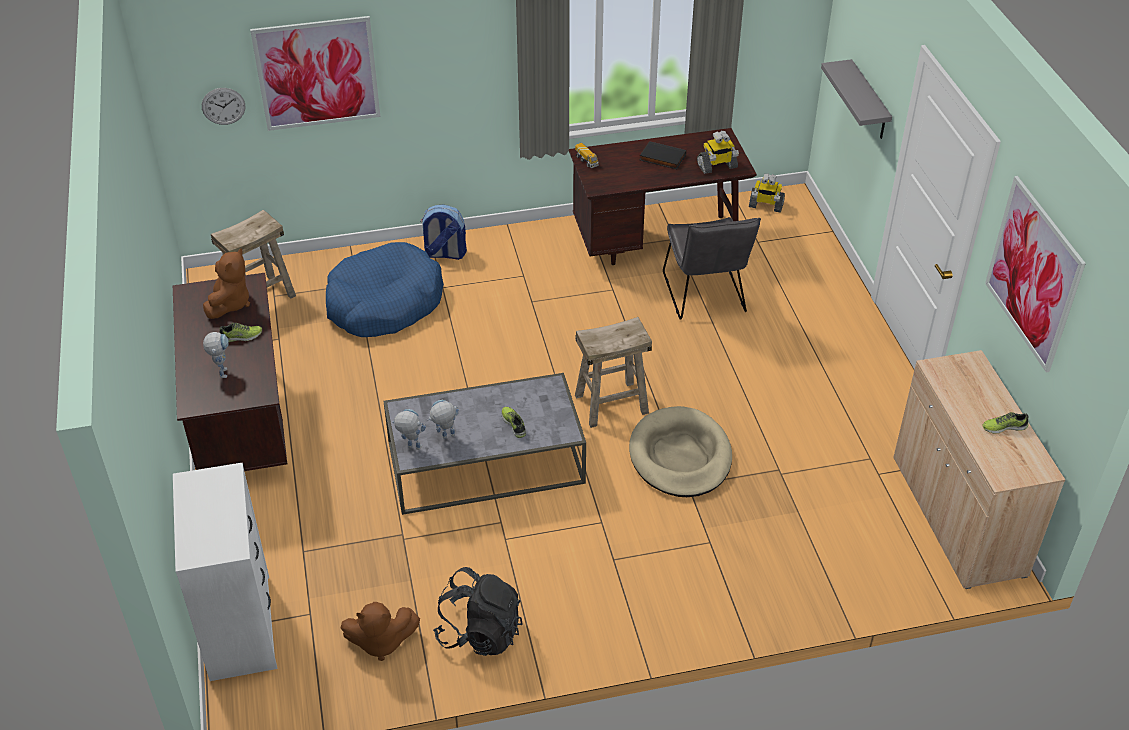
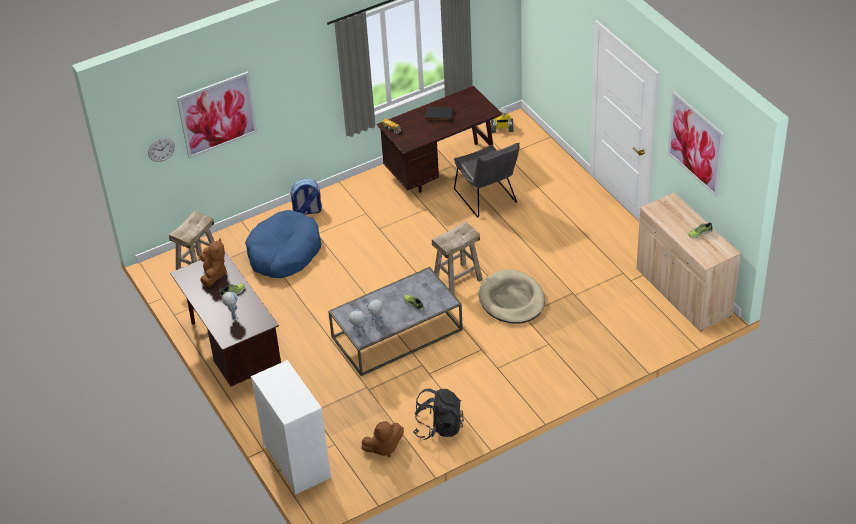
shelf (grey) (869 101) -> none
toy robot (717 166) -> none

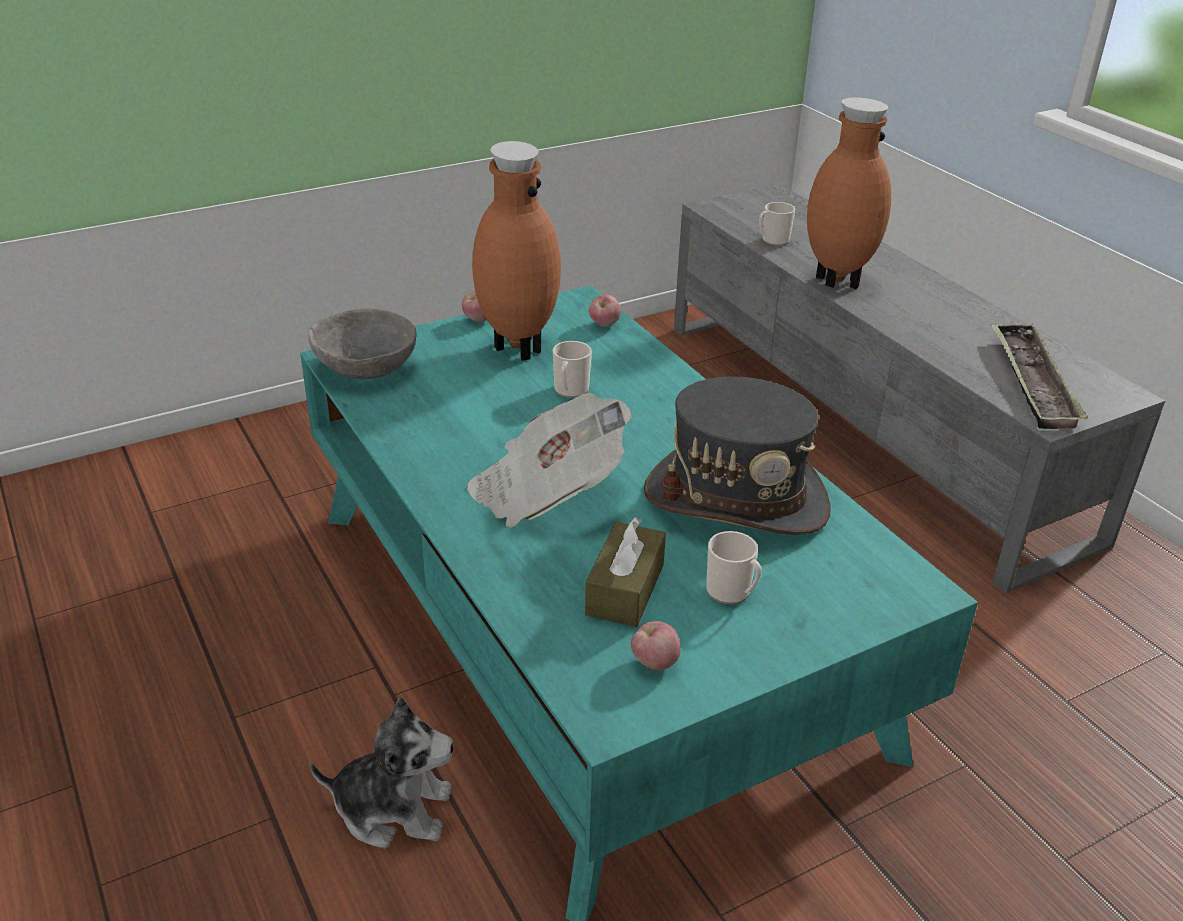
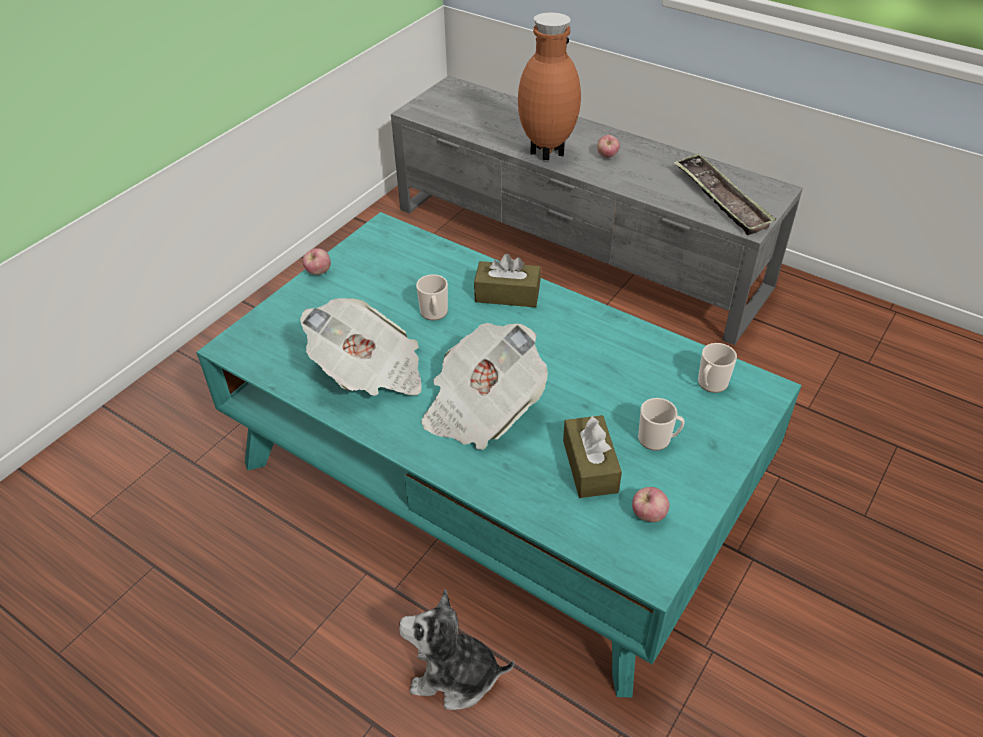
vase (brown) (516 348) -> none
mug (773 240) -> mug (710 384), moved
apple (604 325) -> apple (607 156), moved
bowl (grey) (365 367) -> none
hat (grey) (736 499) -> none
plush toy (393 809) -> plush toy (454 676), 150 degrees counterclockwise
none -> tissue box (brown) (507 294)
none -> newspaper (369 372)

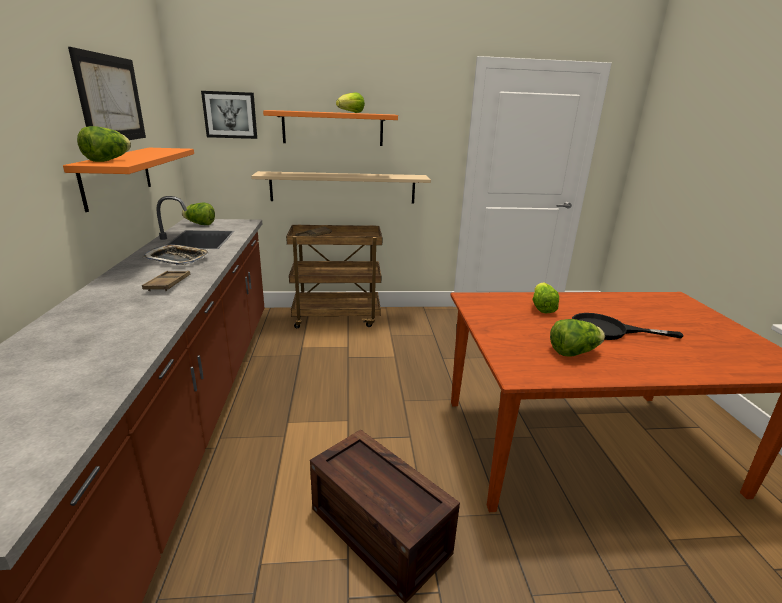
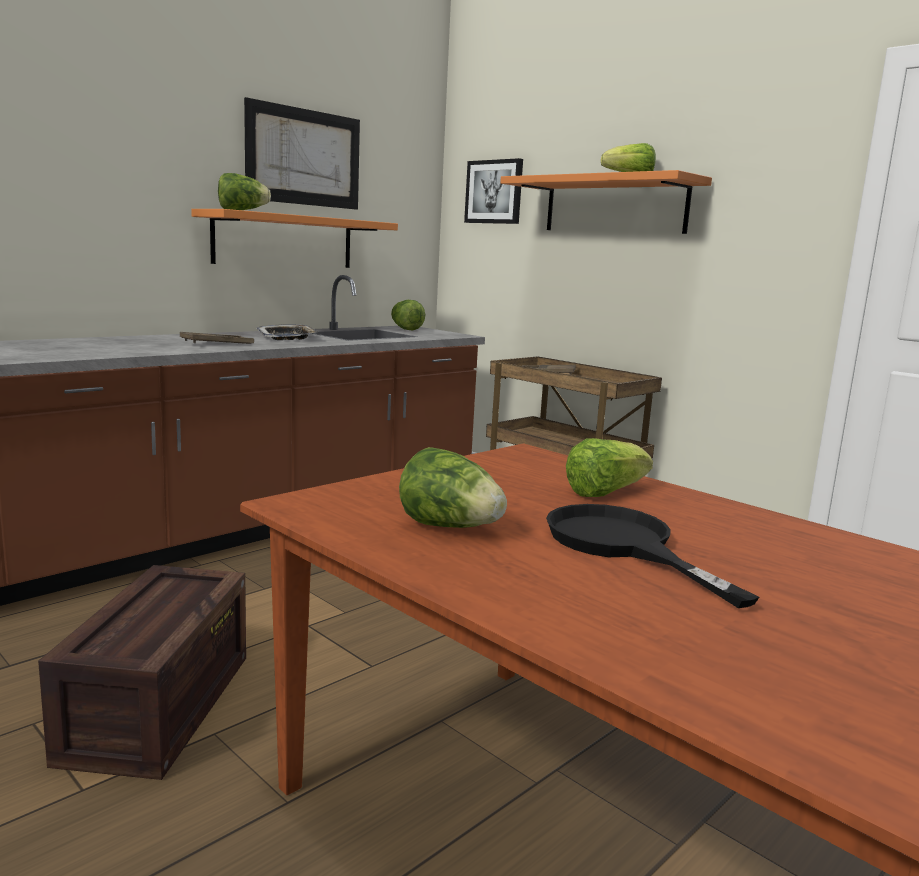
shelf (beige) (343 187) -> none

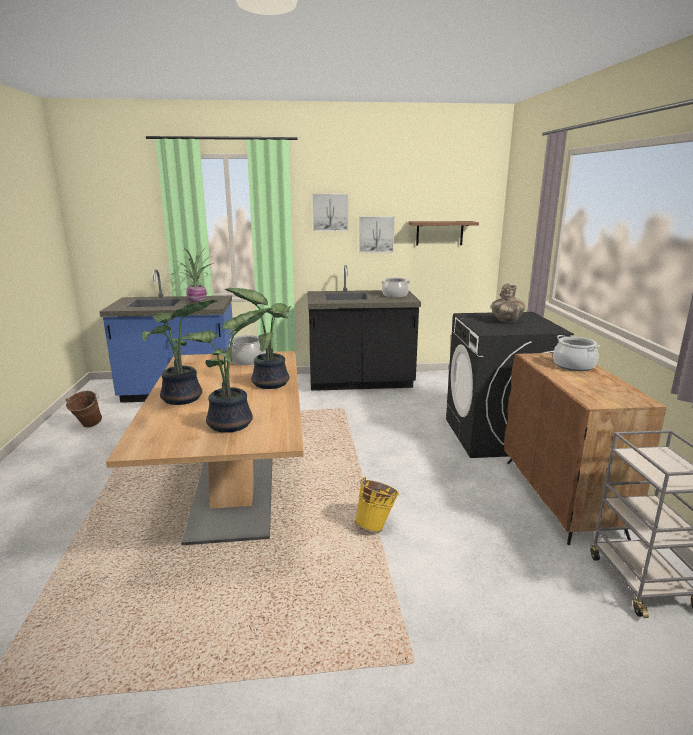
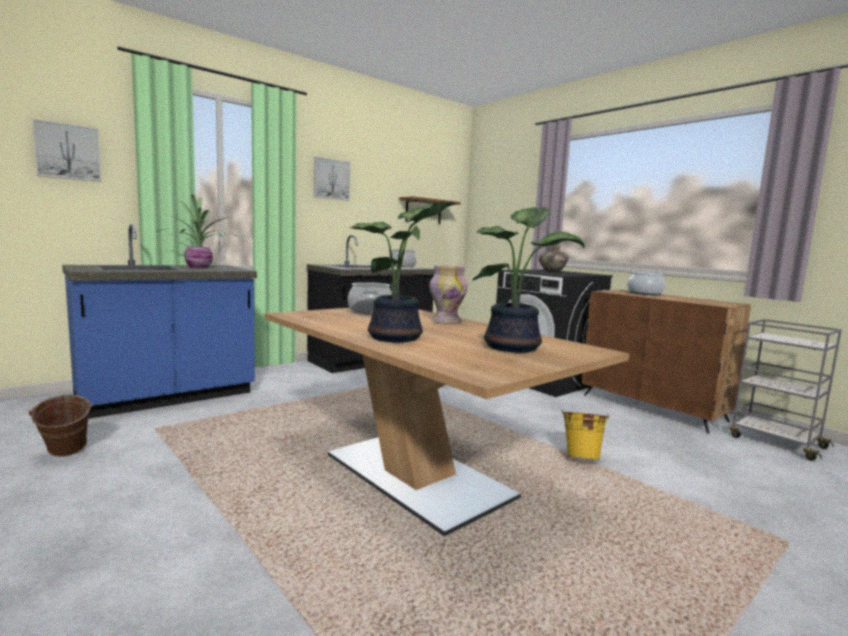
picture (376 234) -> picture (67 152), moved
potted plant (269 382) -> vase (446 321)

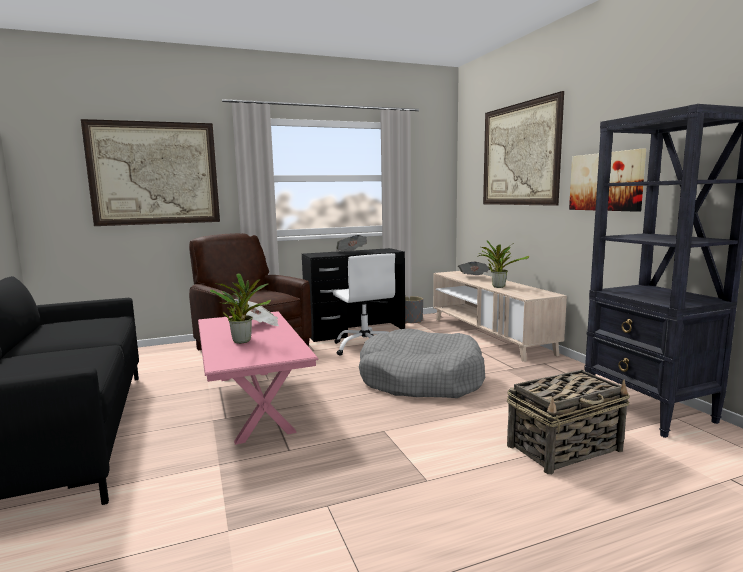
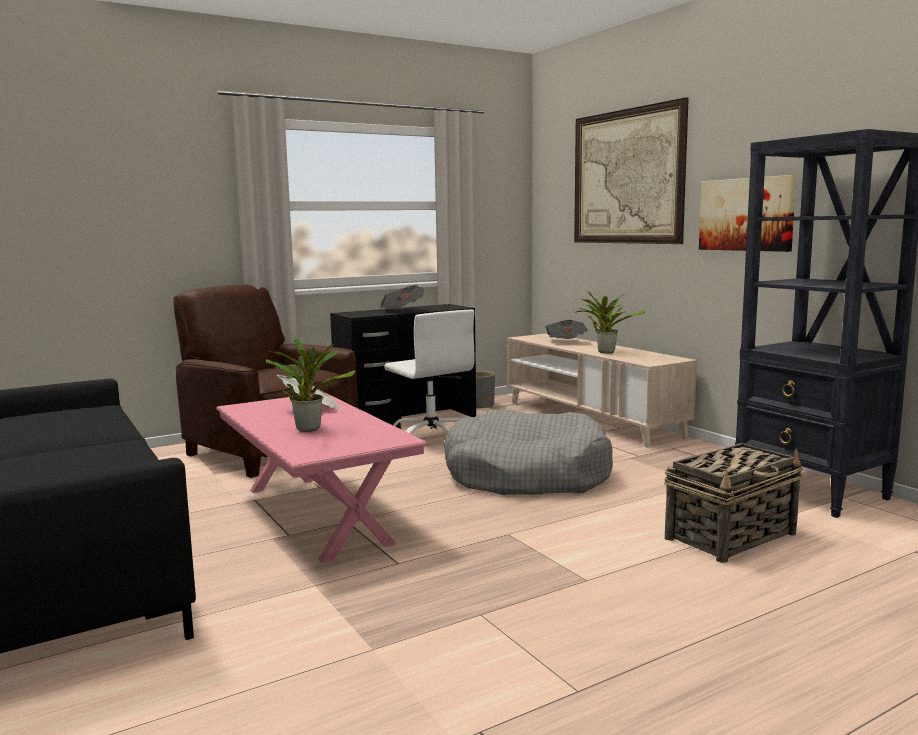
picture (154 173) -> none

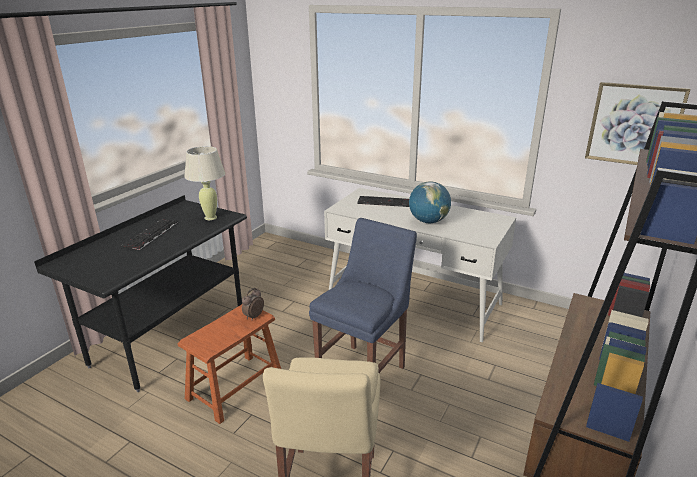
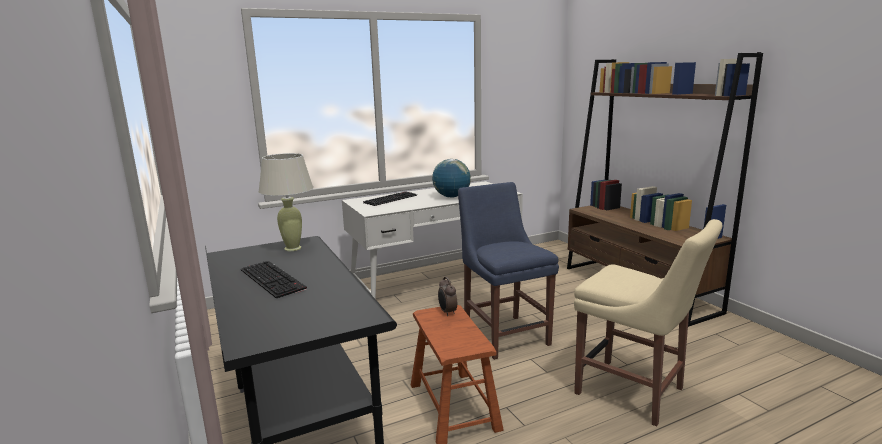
picture (634 125) -> none

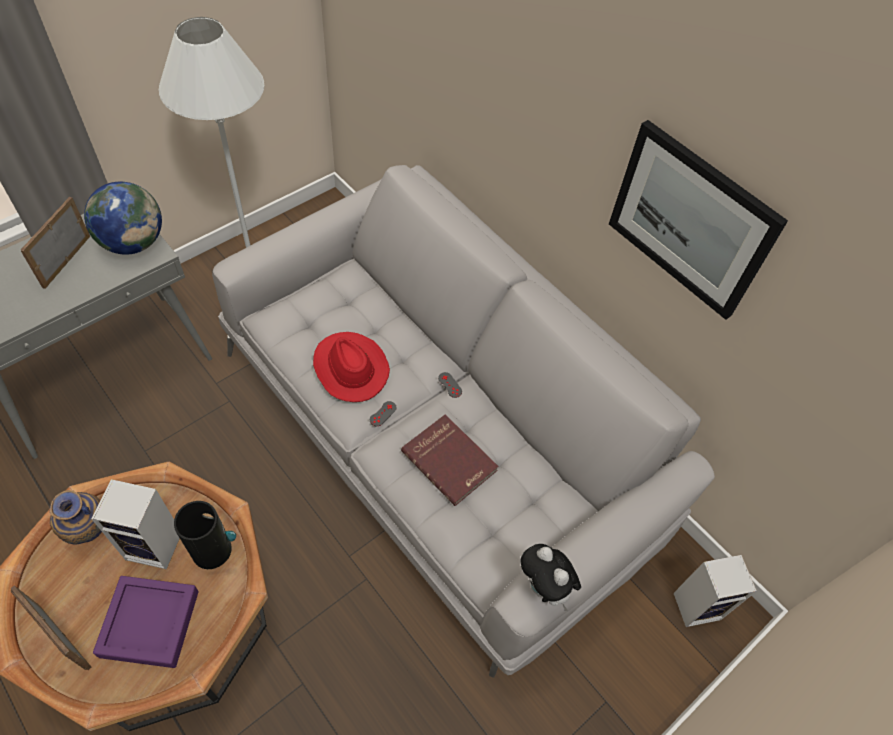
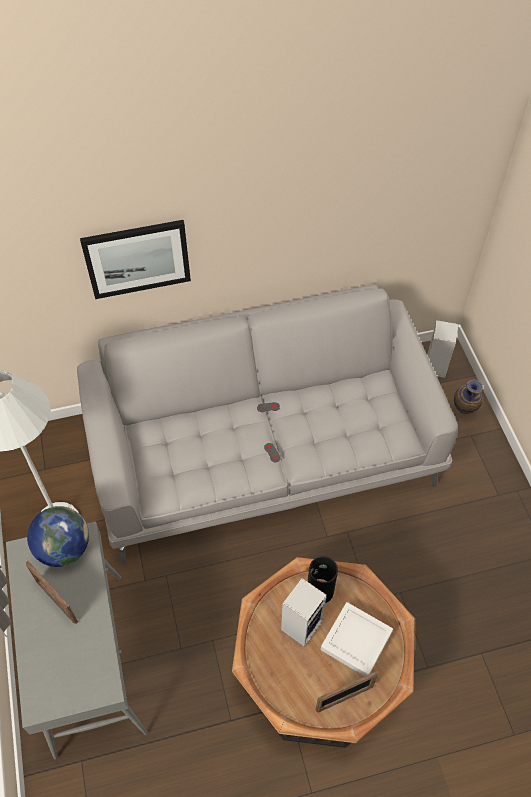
picture (691 220) -> picture (137 258), moved
hat (red) (349 368) -> none
book (red) (450 460) -> none
vase (91 533) -> vase (464 411), moved
plush toy (544 588) -> none
tray (purple) (150 623) -> tray (white) (356 641)

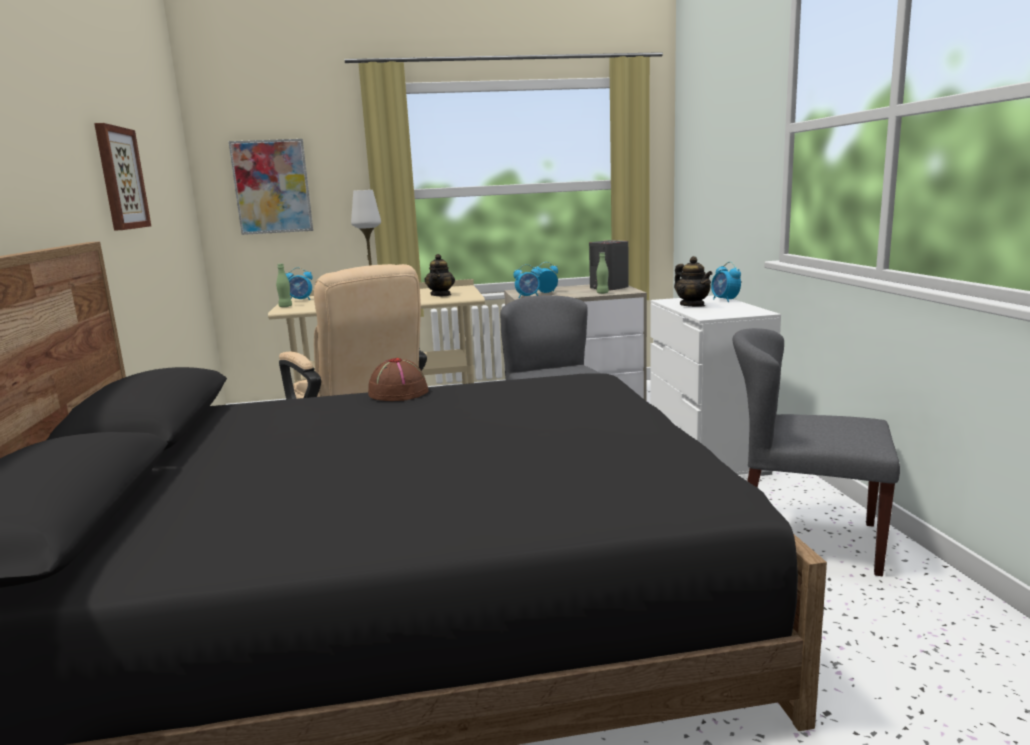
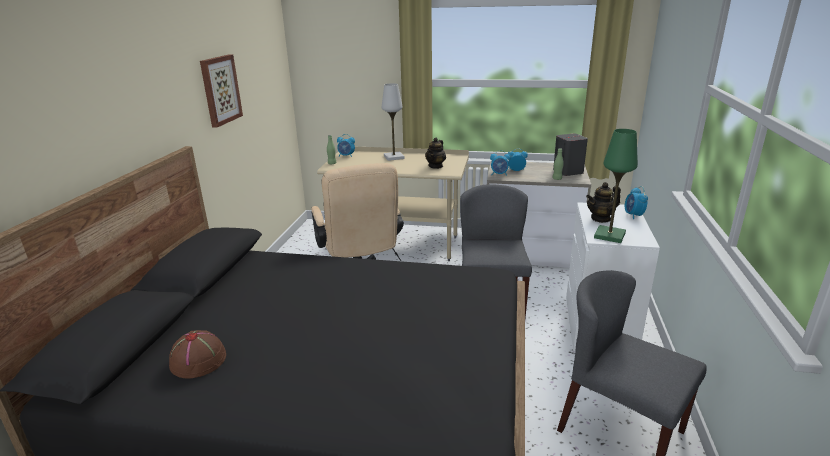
picture (272 187) -> none
teapot (692 305) -> teapot (601 218), 75 degrees clockwise
hat (brown) (398 392) -> hat (brown) (198 360), moved
none -> table lamp (green) (609 235)

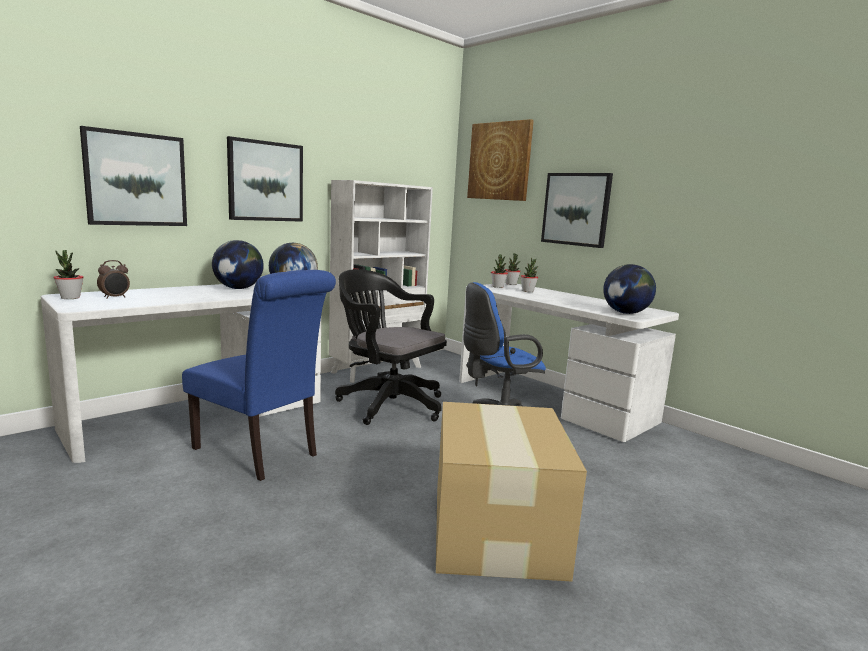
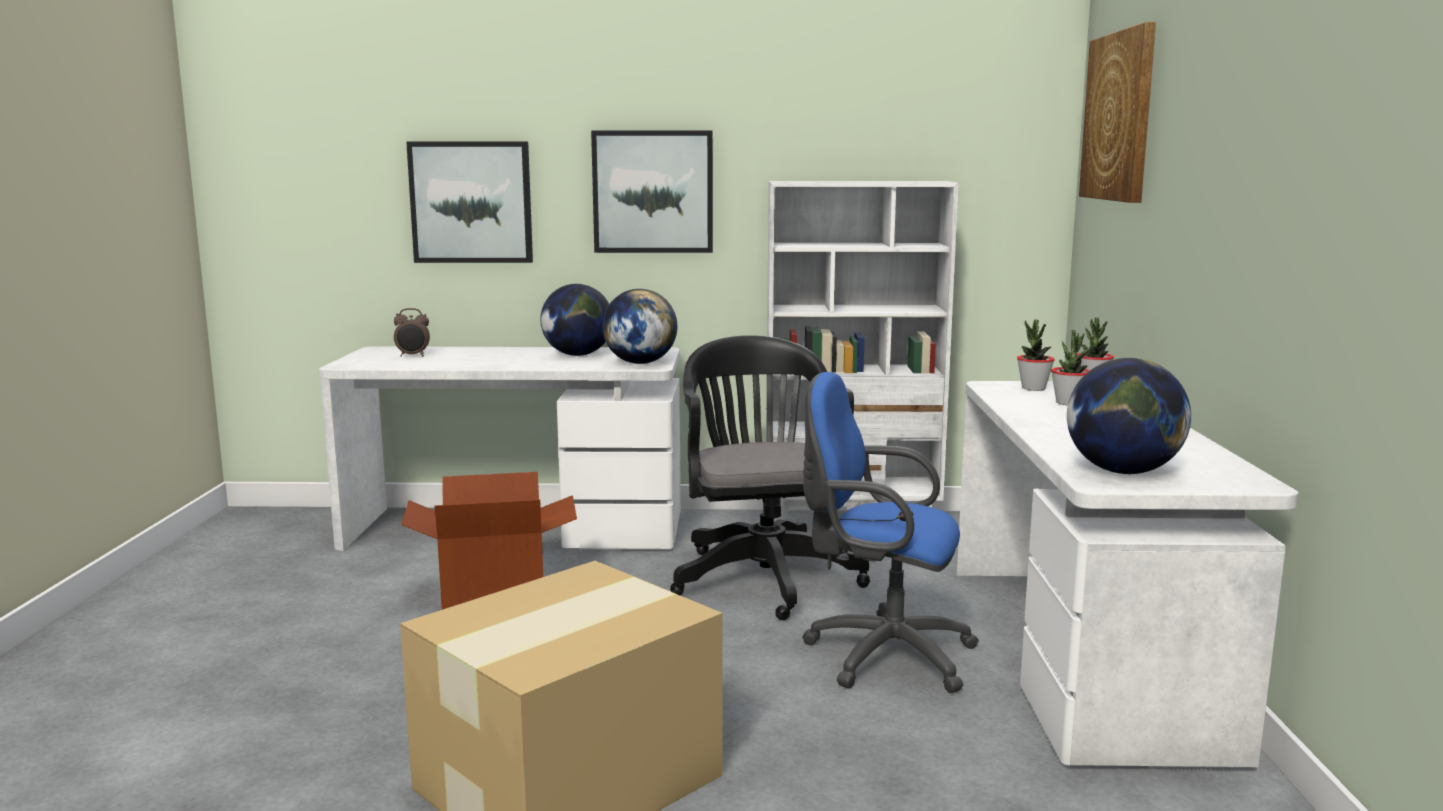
picture (576 209) -> none
potted plant (70 298) -> none
chair (blue) (261 453) -> cardboard box (494 592)

